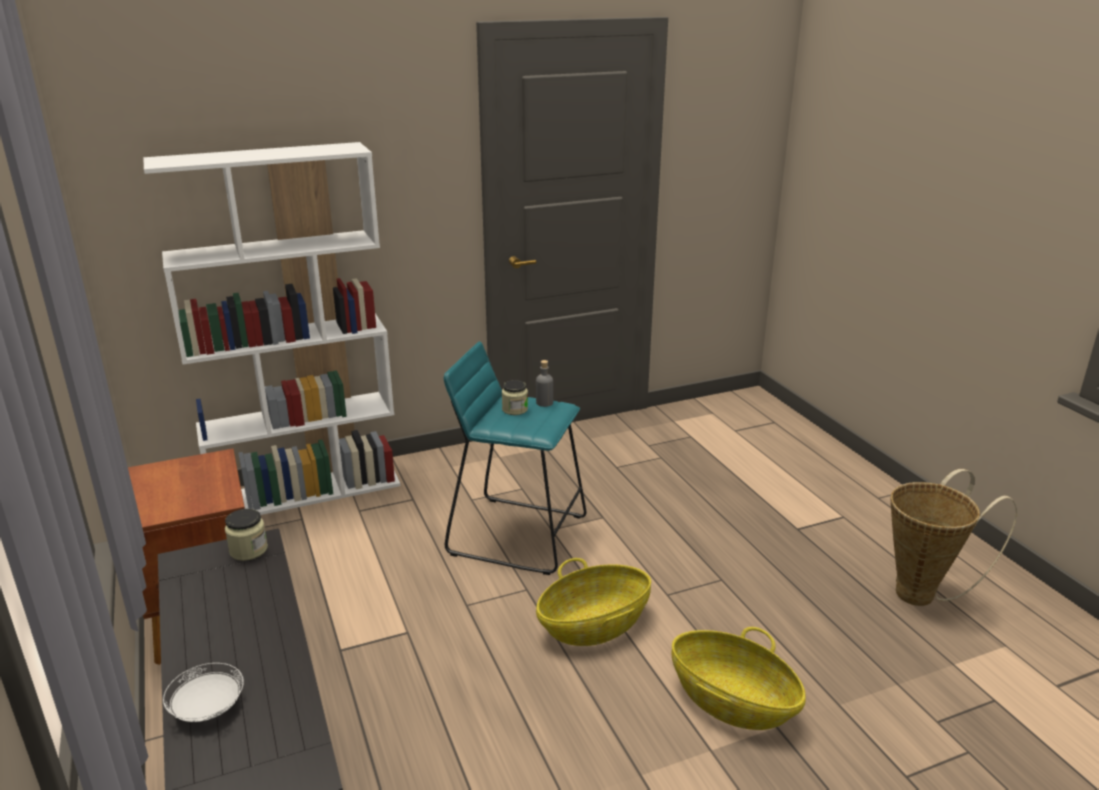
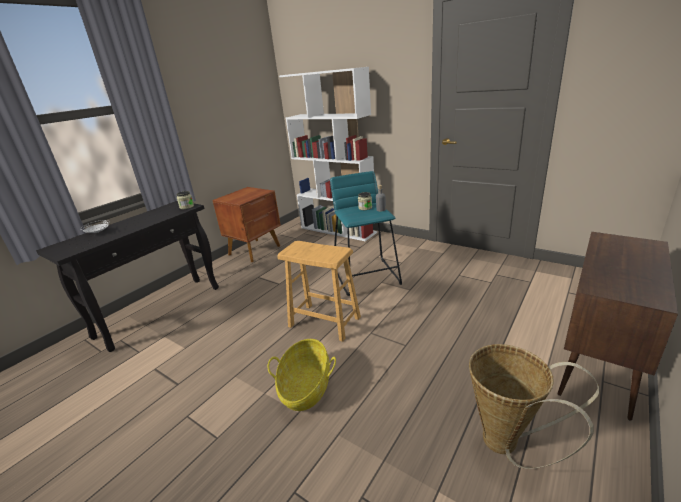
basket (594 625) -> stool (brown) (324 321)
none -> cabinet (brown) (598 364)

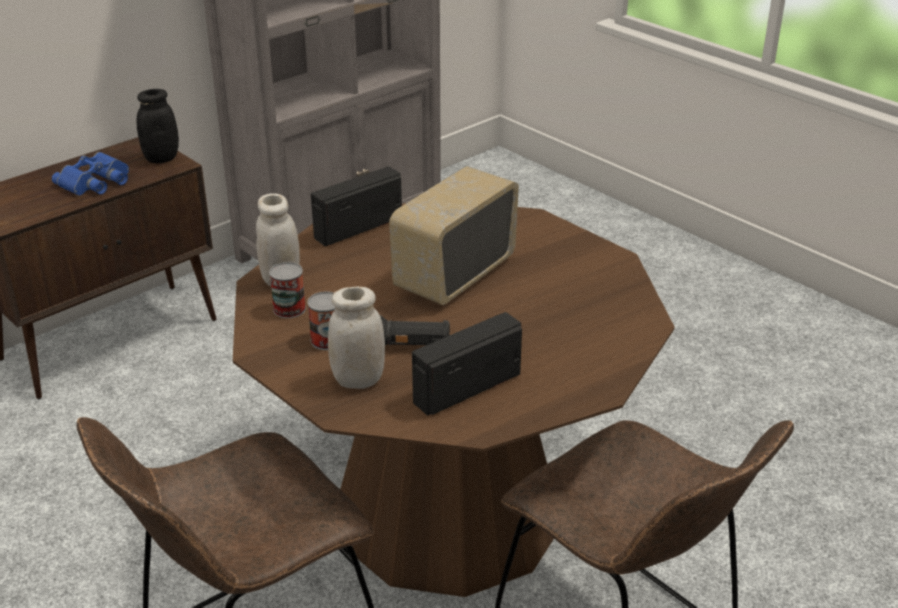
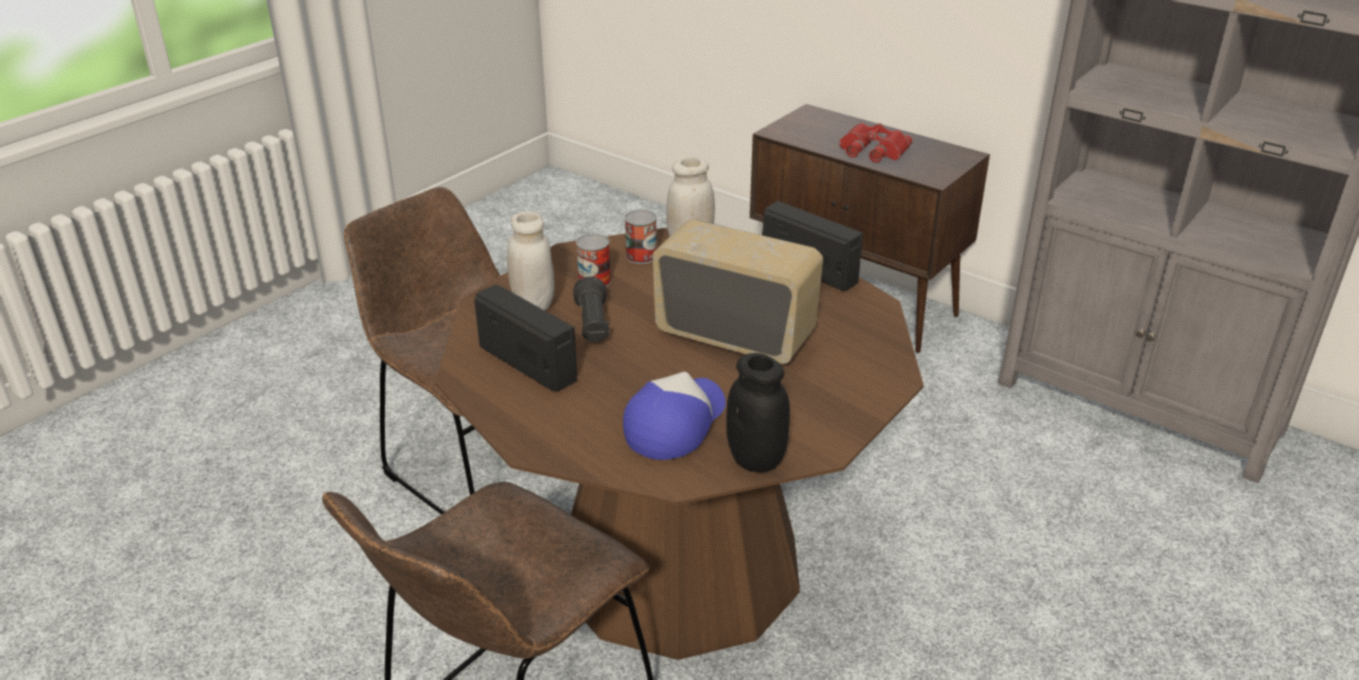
jar (black) (161 158) -> jar (black) (756 460), moved
binoculars (blue) (96 182) -> binoculars (red) (872 150)
none -> cap (675 423)

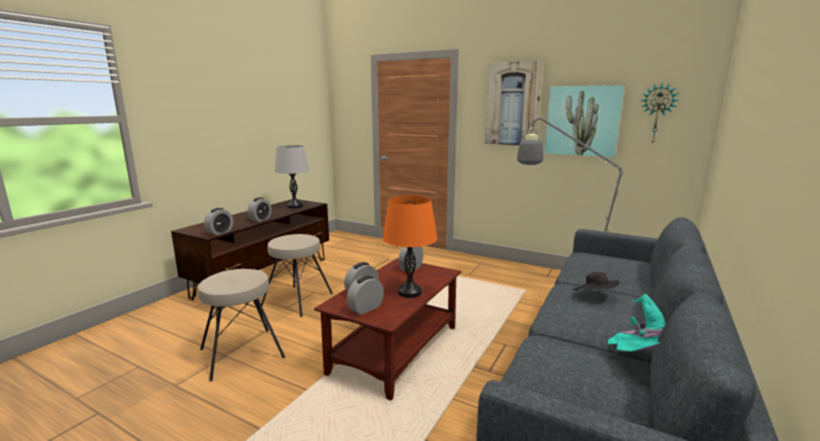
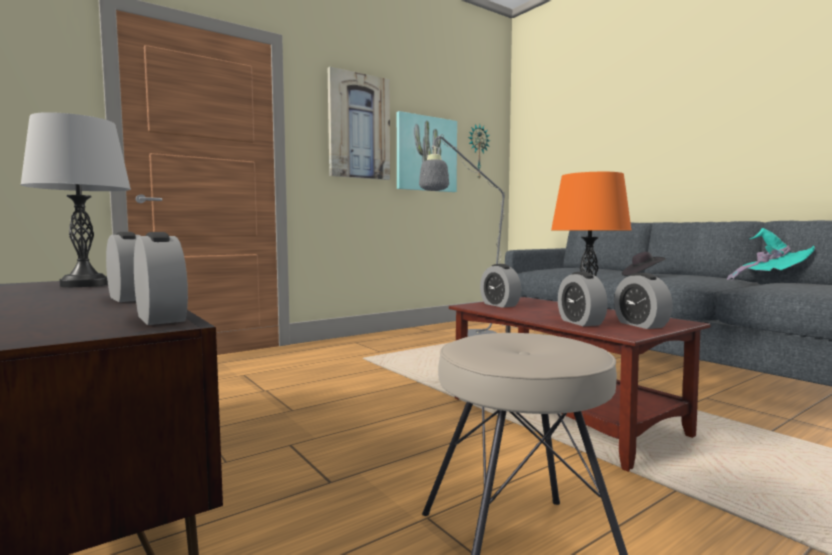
stool (beige) (298 300) -> none

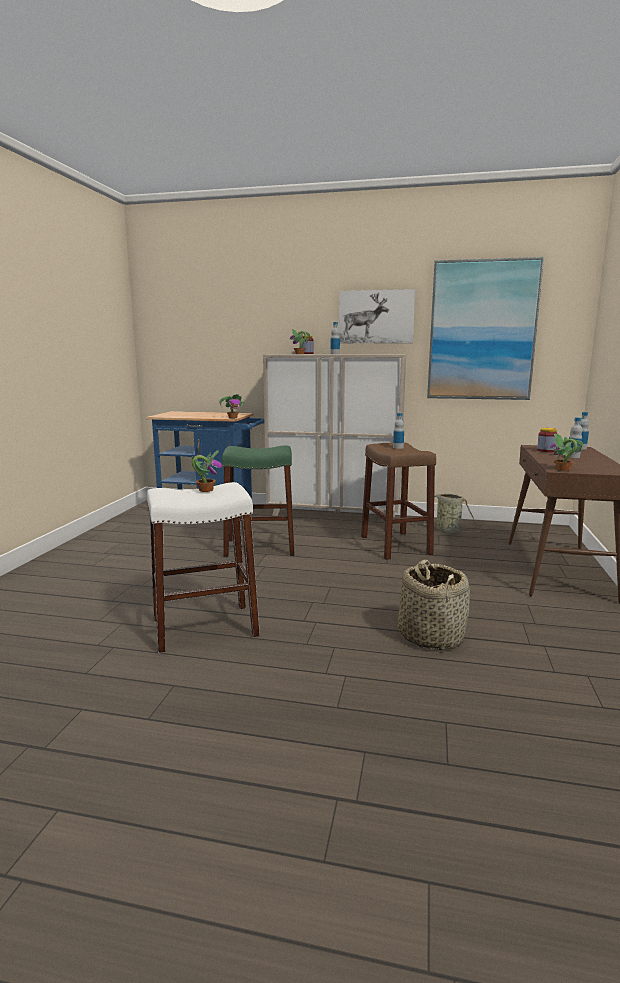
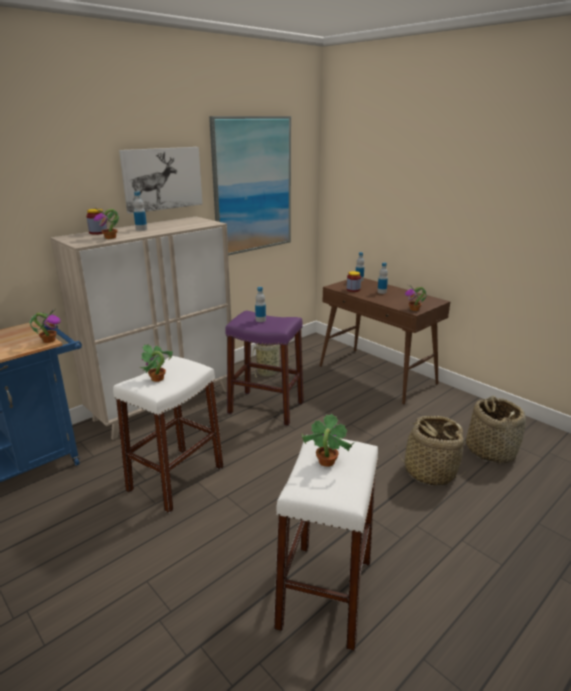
stool (brown) (395 545) -> stool (purple) (266 407)
stool (green) (260 547) -> stool (white) (176 478)
none -> potted plant (157 379)
none -> basket (490 450)

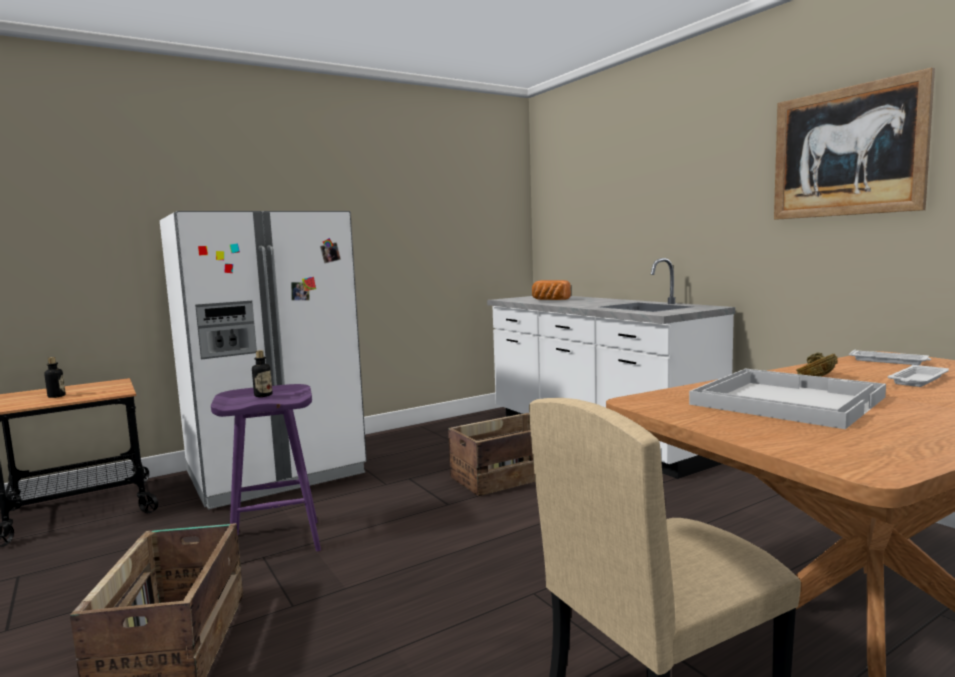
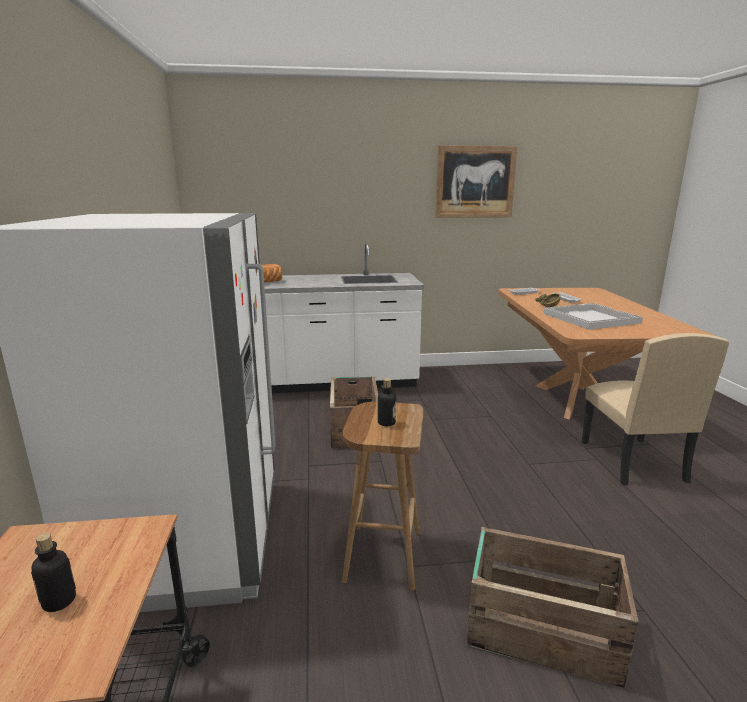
stool (purple) (277 541) -> stool (brown) (382 555)

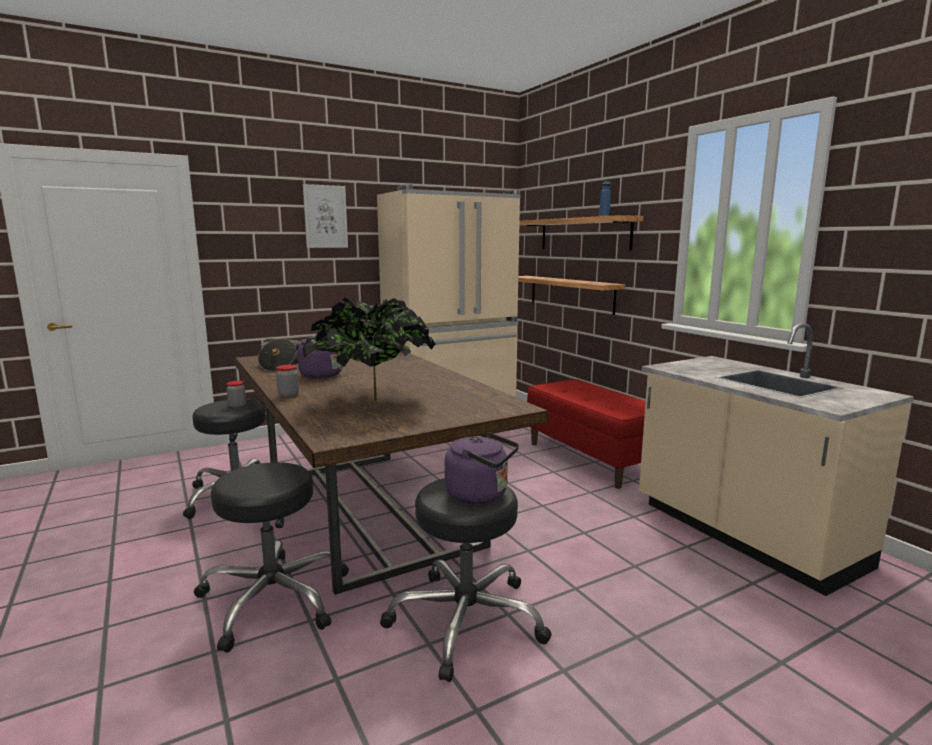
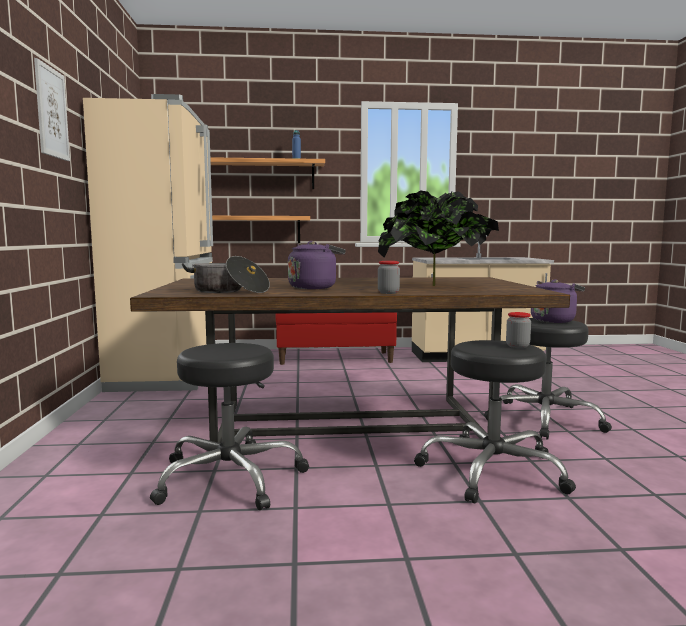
jar (237 406) -> jar (517 346), moved

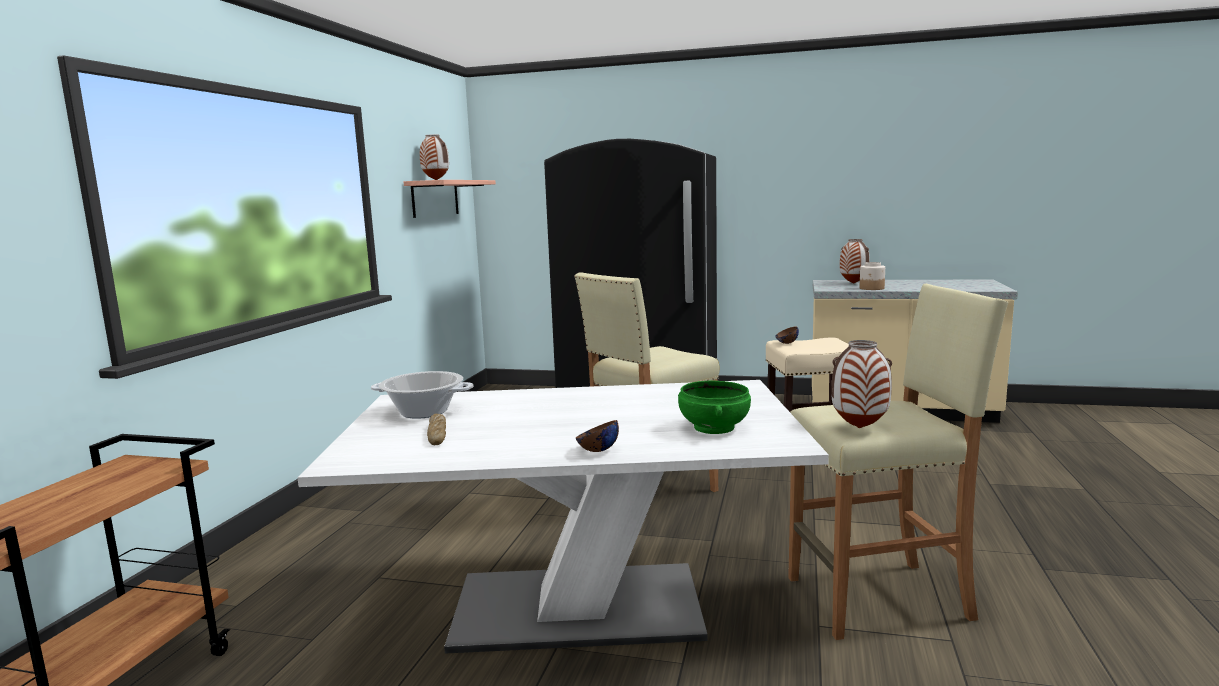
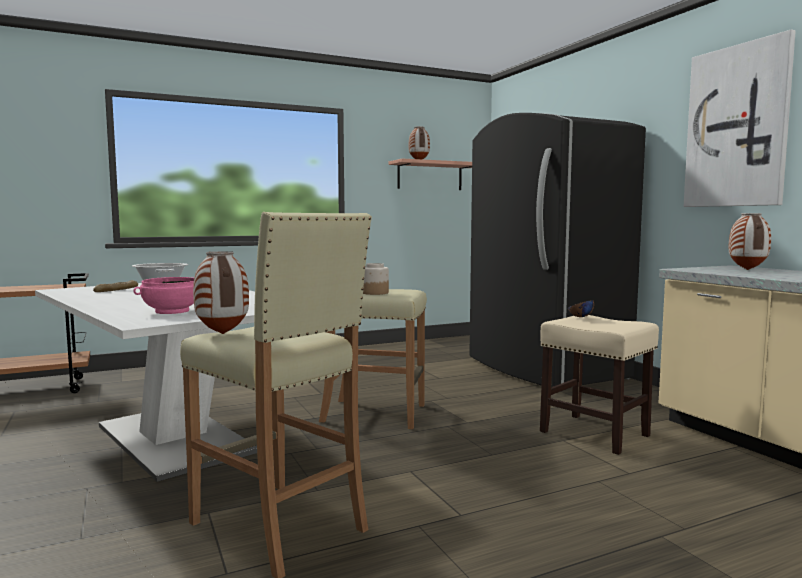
jar (872 288) -> jar (374 293), moved
bowl (green) (713 427) -> bowl (pink) (172 311)
bowl (brown) (597 450) -> none
none -> picture (737 126)

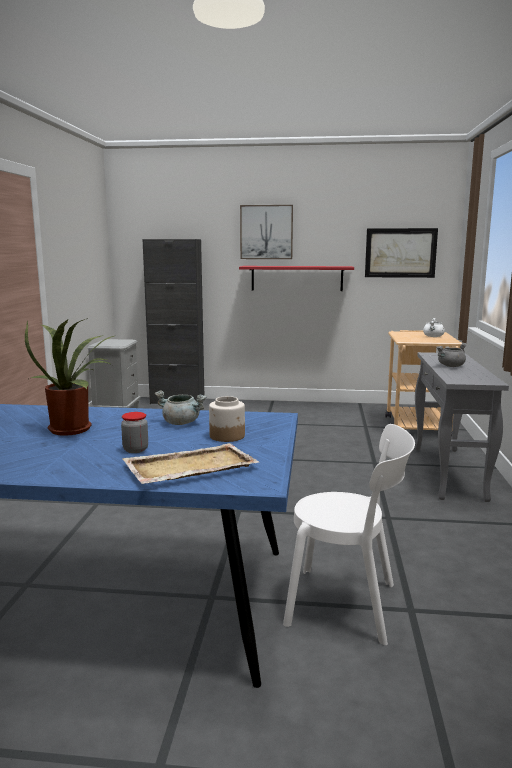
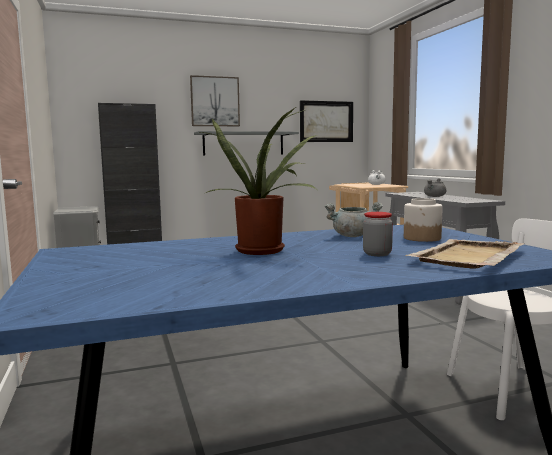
shelf (red) (296 278) -> shelf (grey) (243 143)

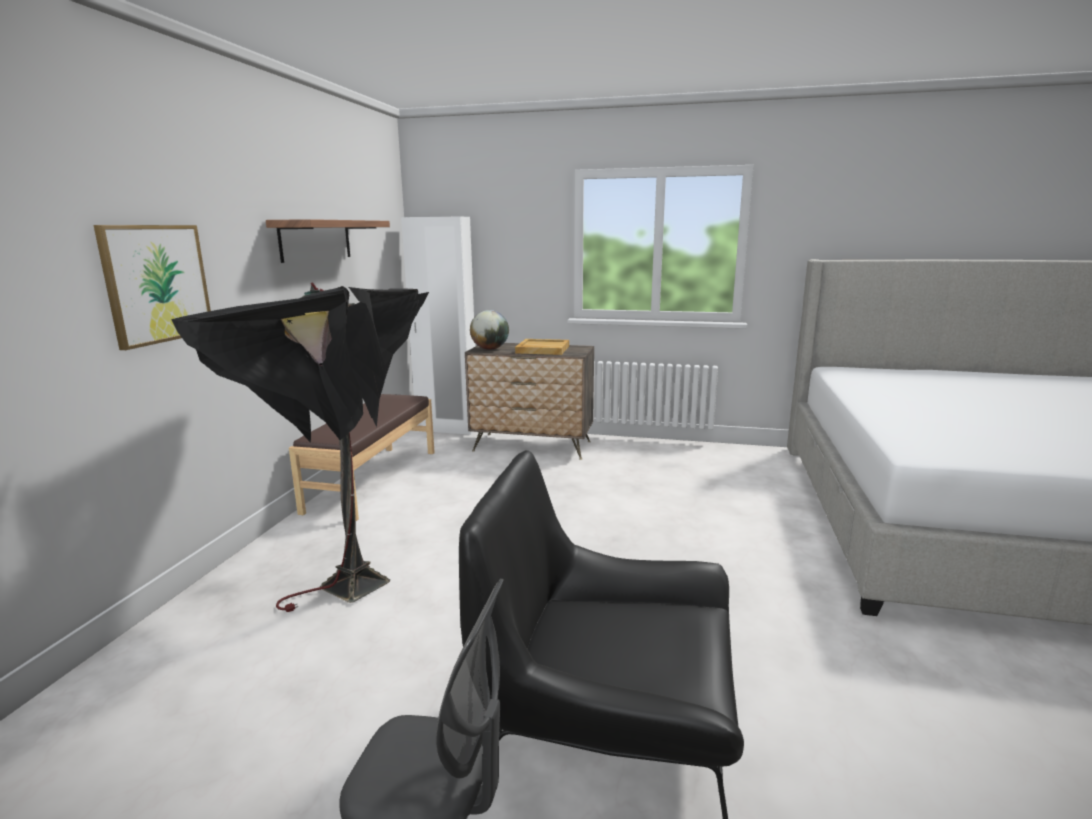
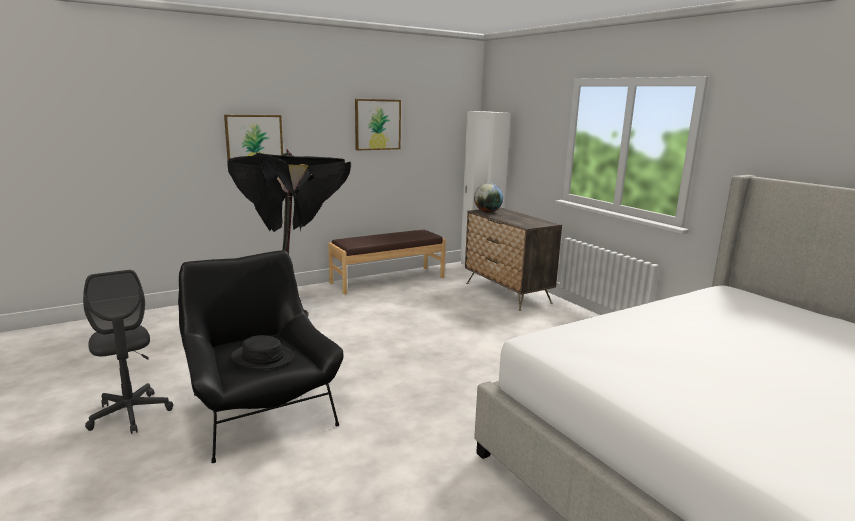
shelf (316 240) -> picture (377 124)
tray (beige) (542 349) -> none
none -> hat (black) (263 357)

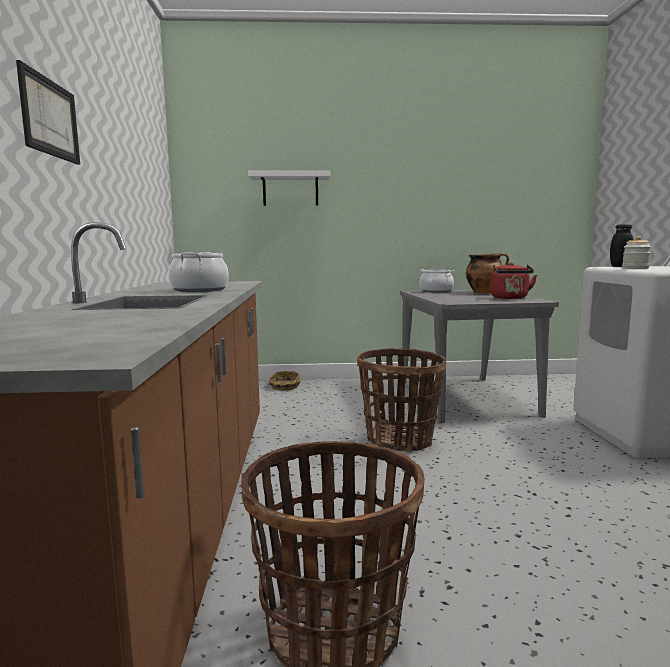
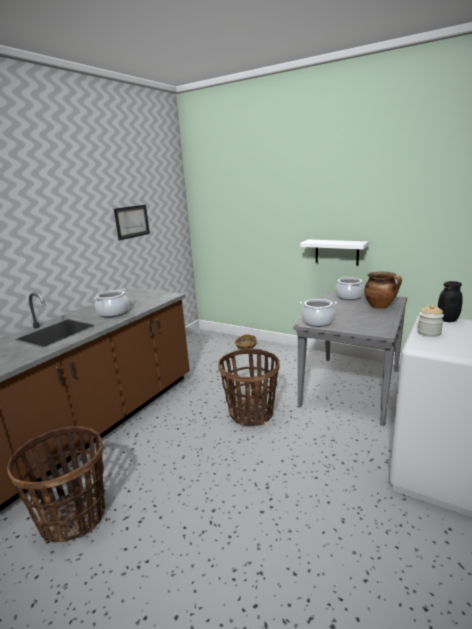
picture (49 118) -> picture (132 222), moved
shelf (white) (290 190) -> shelf (white) (336 252), moved
kettle (red) (510 298) -> none
none -> cooking pot (317 322)

